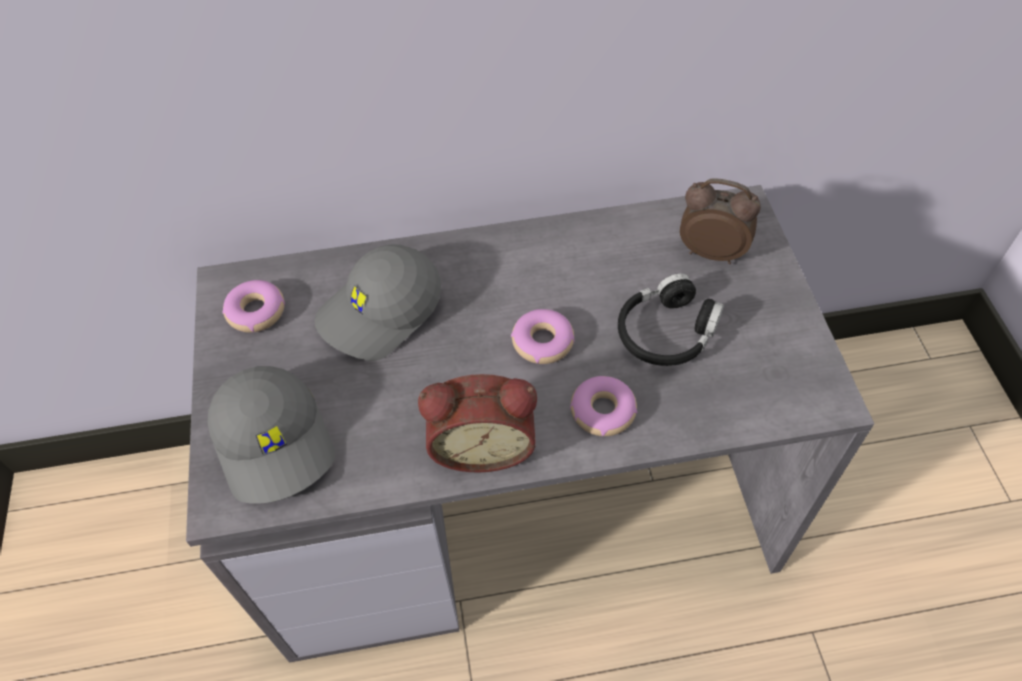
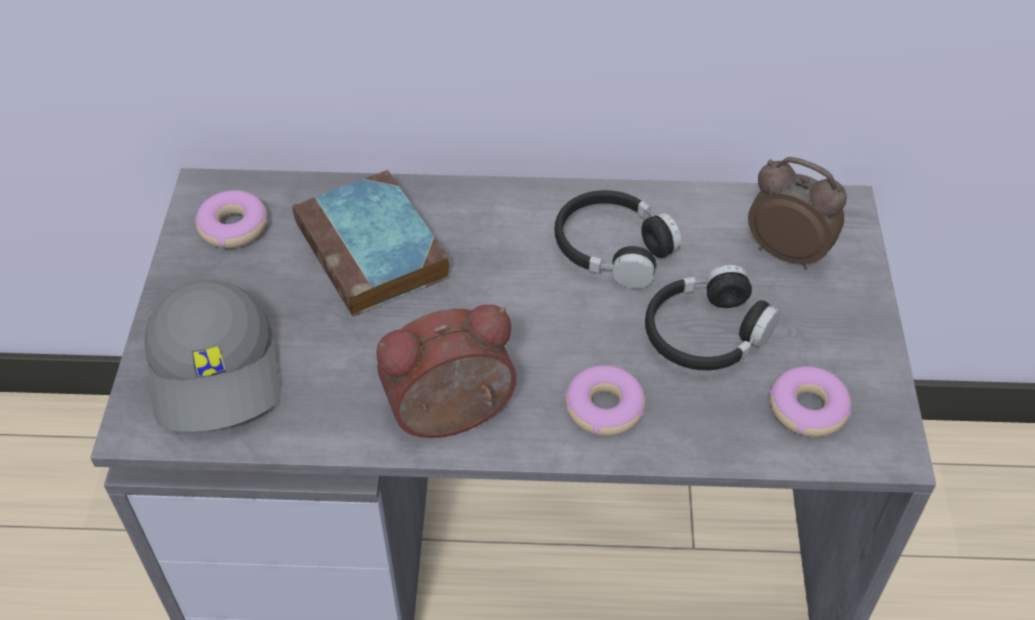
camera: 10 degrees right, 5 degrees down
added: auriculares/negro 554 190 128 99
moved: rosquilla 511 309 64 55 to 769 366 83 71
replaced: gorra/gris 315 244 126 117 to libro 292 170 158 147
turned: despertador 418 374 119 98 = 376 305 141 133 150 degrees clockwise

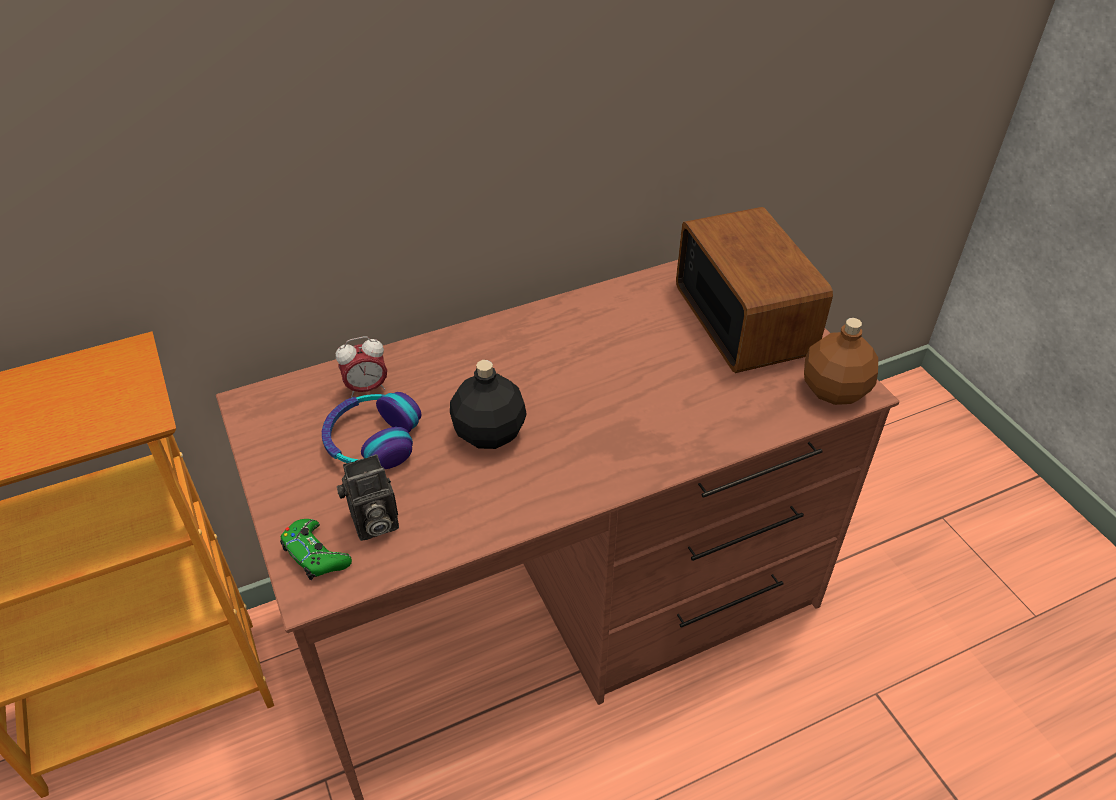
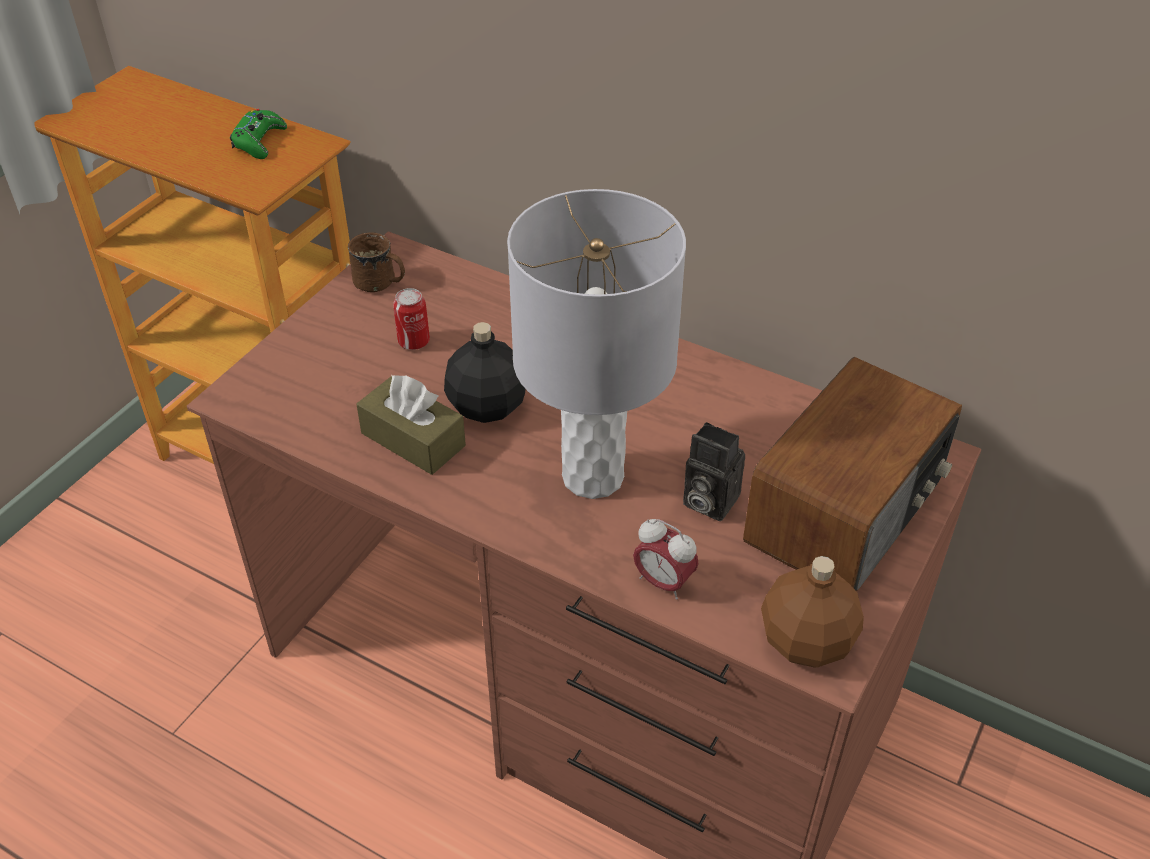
camera: 55 degrees right, 0 degrees up
added: taza grande/marrón 348 232 57 60; caja de pañuelos/marrón 356 375 110 100; lámpara de mesa/gris 507 189 179 310
moved: mando de consola/verde 280 519 72 61 to 230 109 57 50; despertador 336 336 51 61 to 633 519 66 80; cámara 337 454 62 87 to 683 422 62 99
replaced: auriculares 322 392 99 77 to lata 393 288 37 62

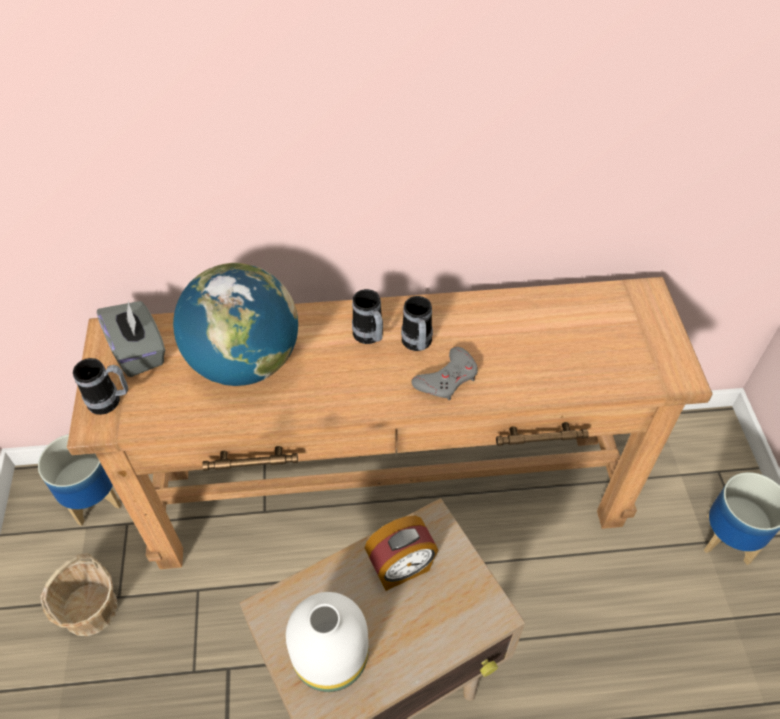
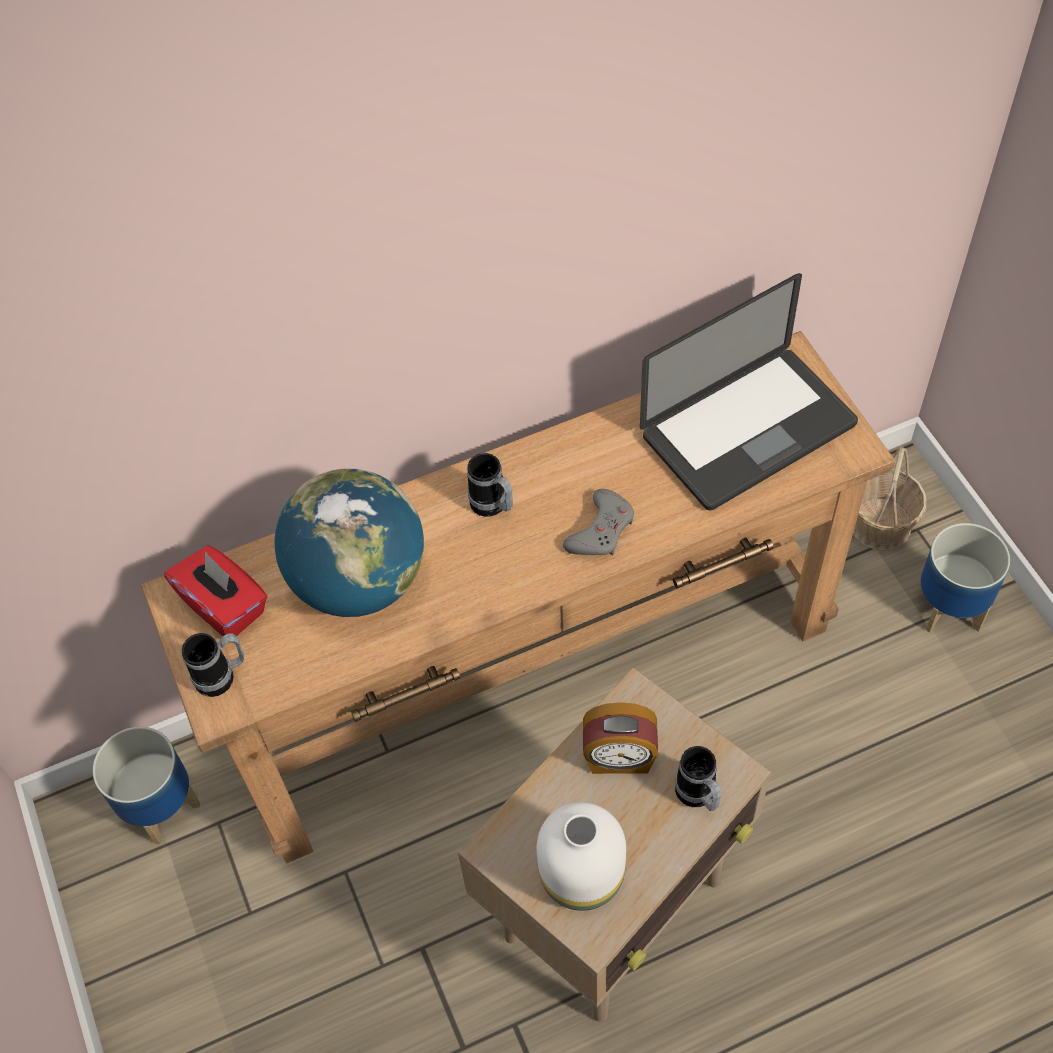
camera: 15 degrees left, 5 degrees up
added: portátil 640 273 218 238
moved: cesta 40 553 78 83 to 853 447 74 104; taza grande 401 296 32 55 to 675 746 47 65
recoloured: caja de pañuelos/gris 97 300 68 77 to caja de pañuelos/rojo 164 546 104 90
turned: despertador 365 516 73 75 = 583 702 75 72 45 degrees clockwise

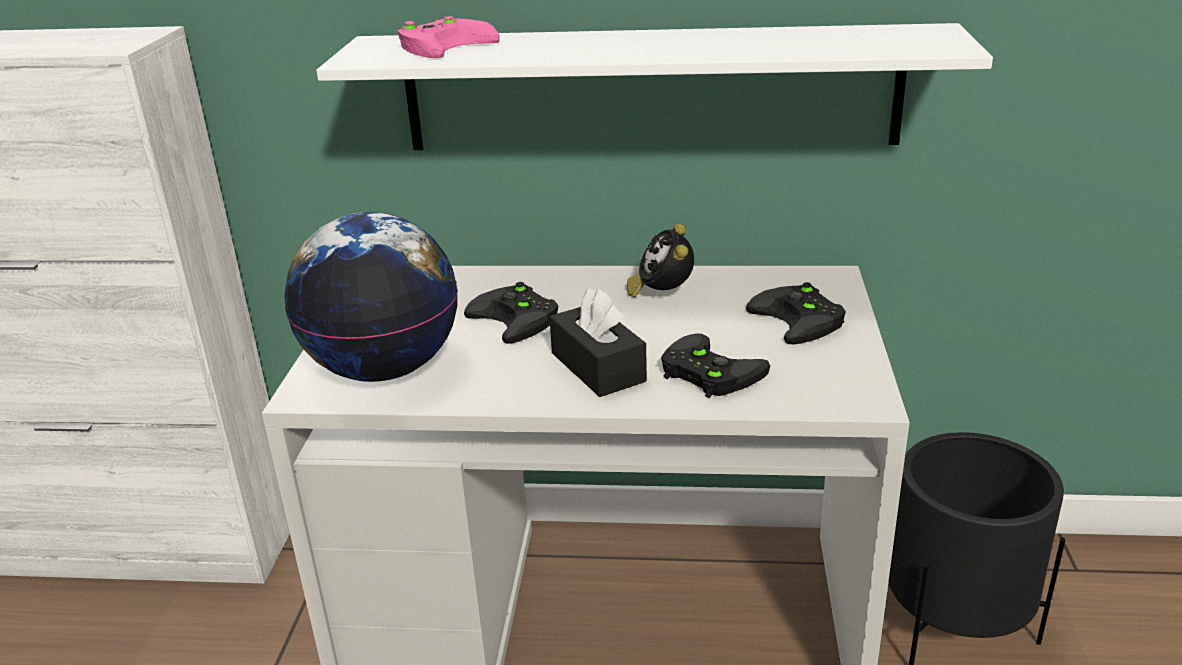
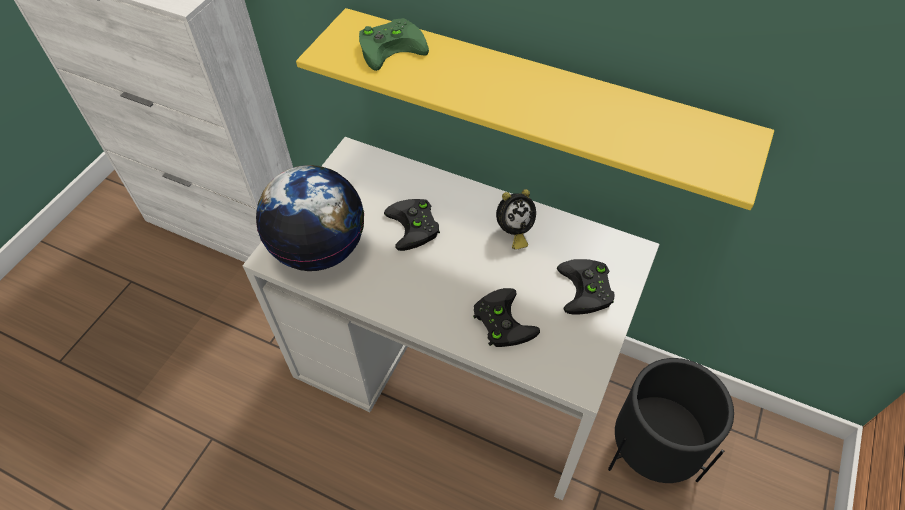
camera: 20 degrees right, 25 degrees up
removed: caja de pañuelos/negro 549 288 98 109
recoloured: estante/blanco 316 23 677 127 to estante/amarillo 296 8 478 202; mando de consola/rosa 398 16 102 42 to mando de consola/verde 359 18 70 53
turned: despertador 627 224 67 73 = 496 189 40 61 135 degrees counterclockwise

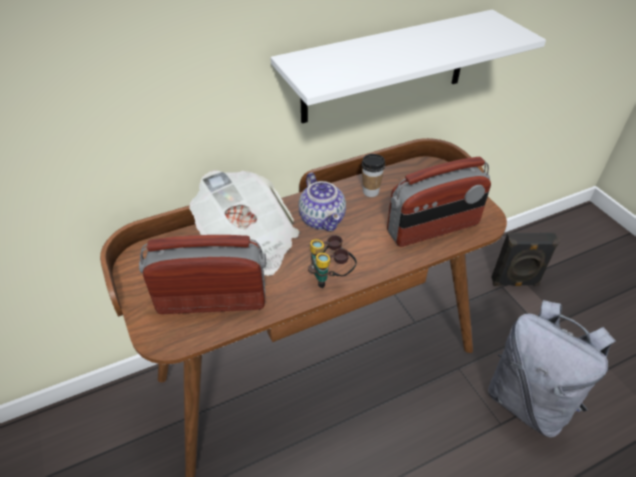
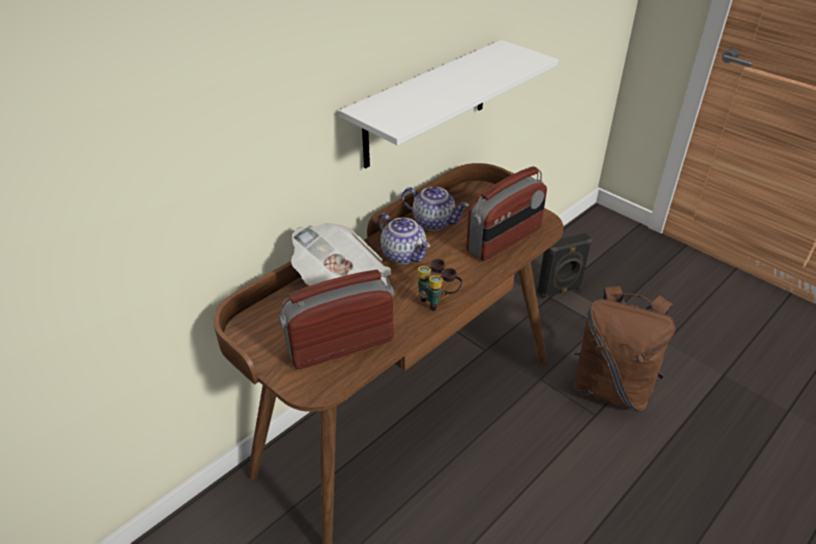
camera: 20 degrees left, 5 degrees down
replaced: taza 362 154 23 43 to tetera 401 186 68 45
recoloured: mochila/gris 488 300 128 137 to mochila/marrón 574 286 102 125

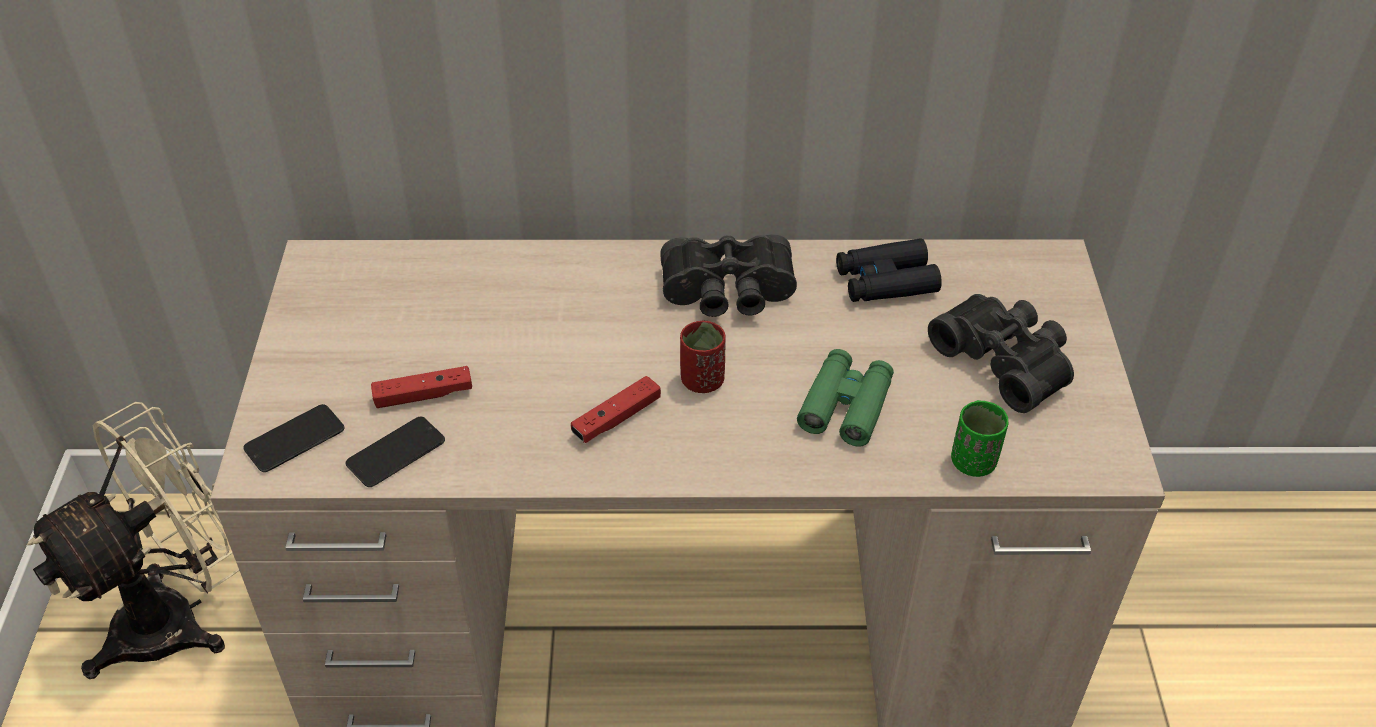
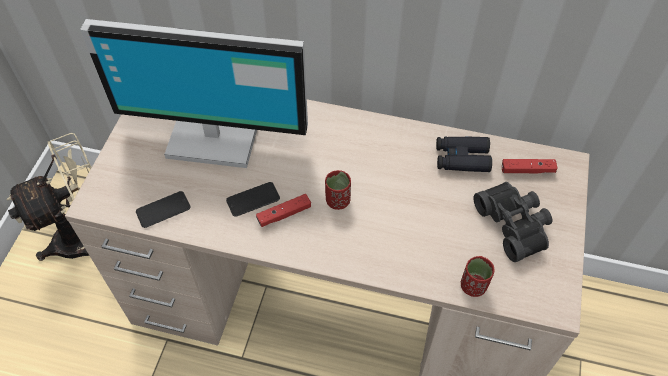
camera: 15 degrees right, 10 degrees up
removed: prismáticos/negro 660 234 137 83; prismáticos/verde 797 349 97 98
added: monitor 80 19 228 149
moved: móvil 243 404 101 68 to 226 182 54 35; mando de consola/rojo 371 366 101 42 to 502 159 55 14
recoloured: taza/verde 951 400 58 77 to taza/rojo 461 256 34 41

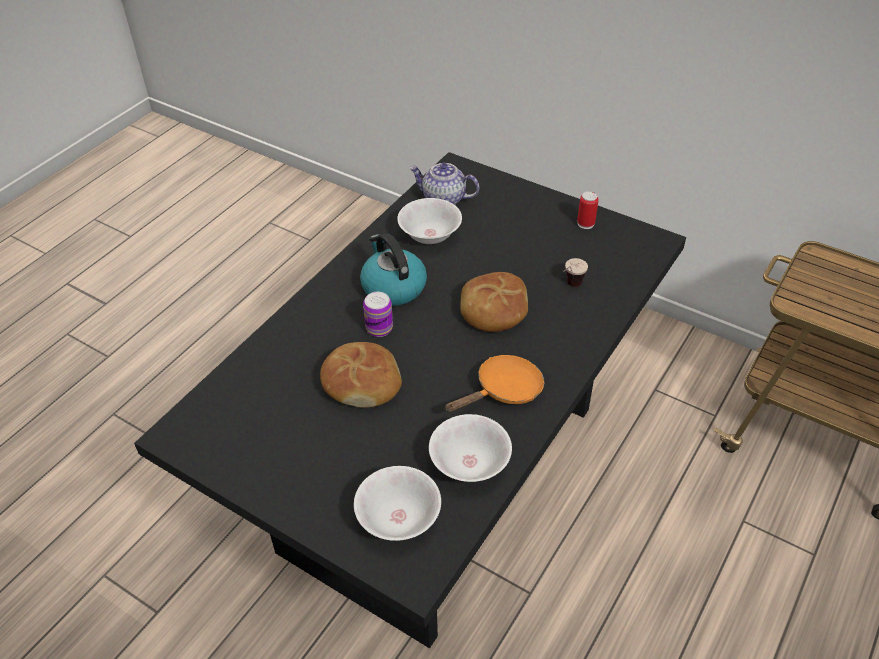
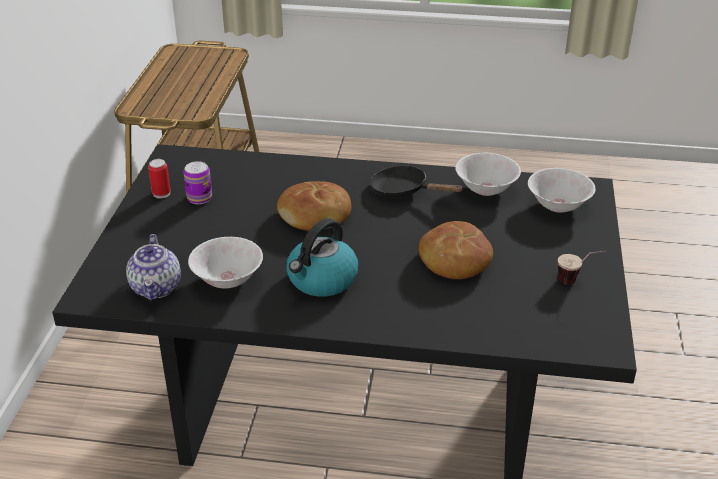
camera: 115 degrees left, 10 degrees down
moved: lata 363 292 30 45 to 183 161 29 43; taza 563 258 25 29 to 558 250 48 35
recoloured: sartén/naranja 445 355 99 57 to sartén/negro 370 166 94 32

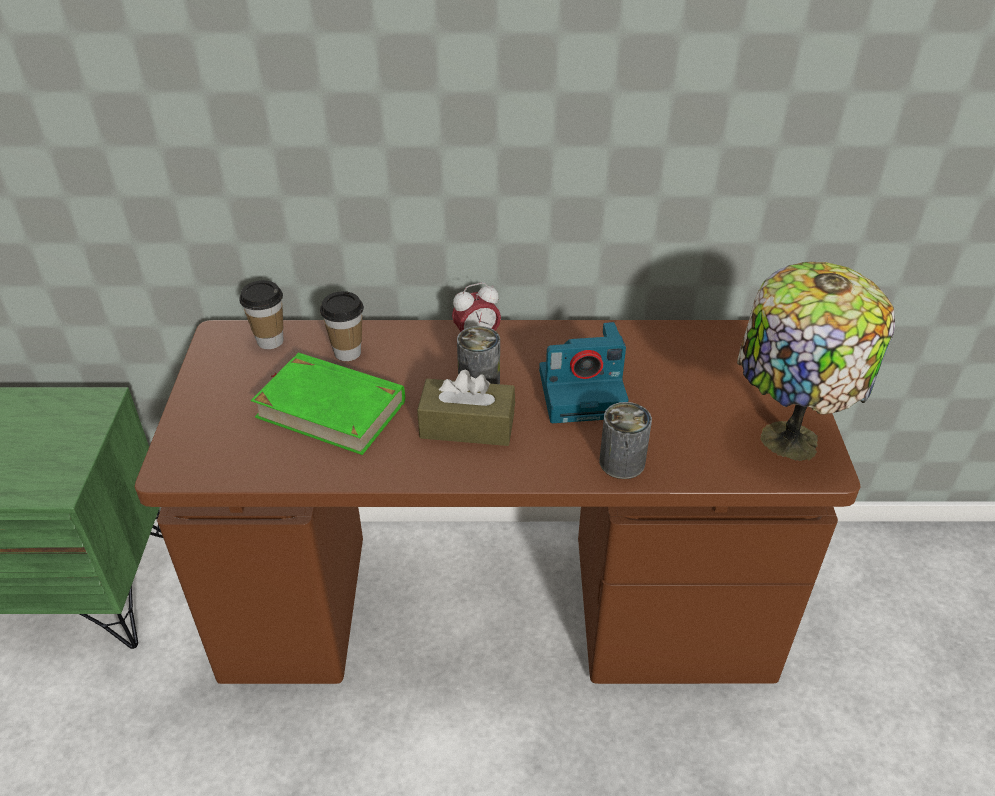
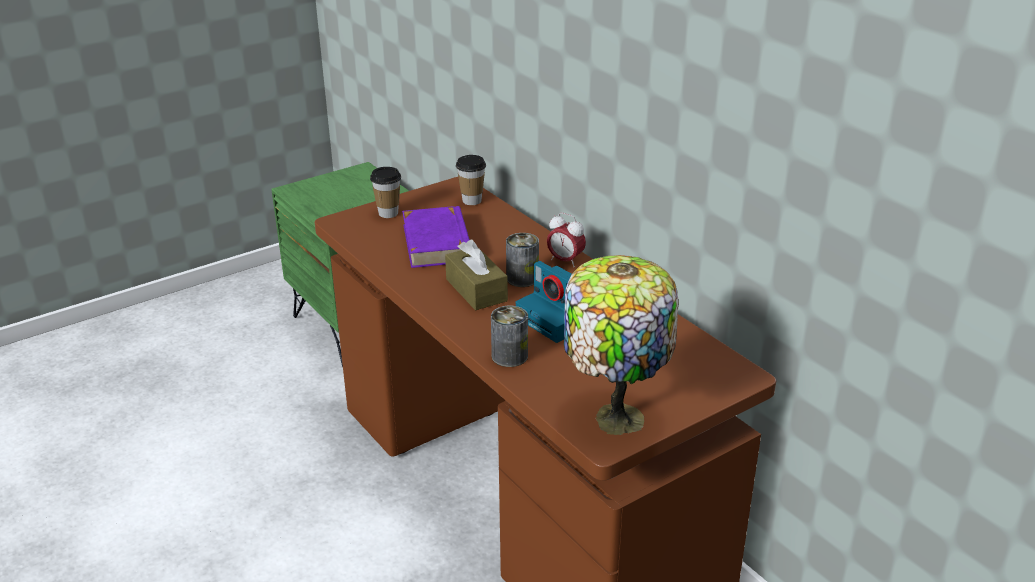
camera: 55 degrees right, 10 degrees down
moved: taza 320 291 44 70 to 370 167 31 51
recoloured: libro/verde 251 353 154 102 to libro/morado 402 206 68 62

